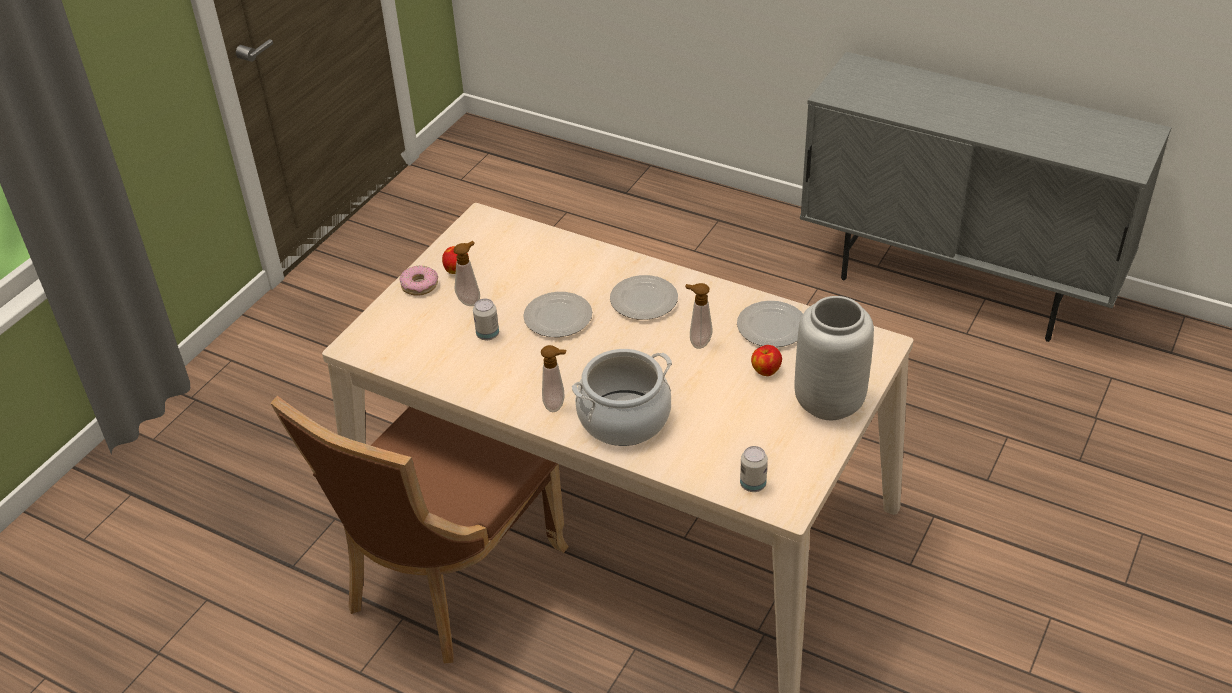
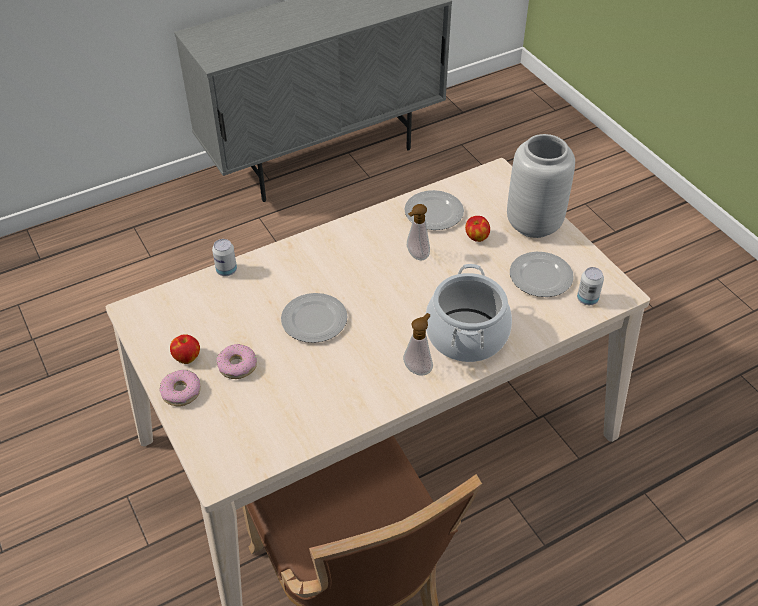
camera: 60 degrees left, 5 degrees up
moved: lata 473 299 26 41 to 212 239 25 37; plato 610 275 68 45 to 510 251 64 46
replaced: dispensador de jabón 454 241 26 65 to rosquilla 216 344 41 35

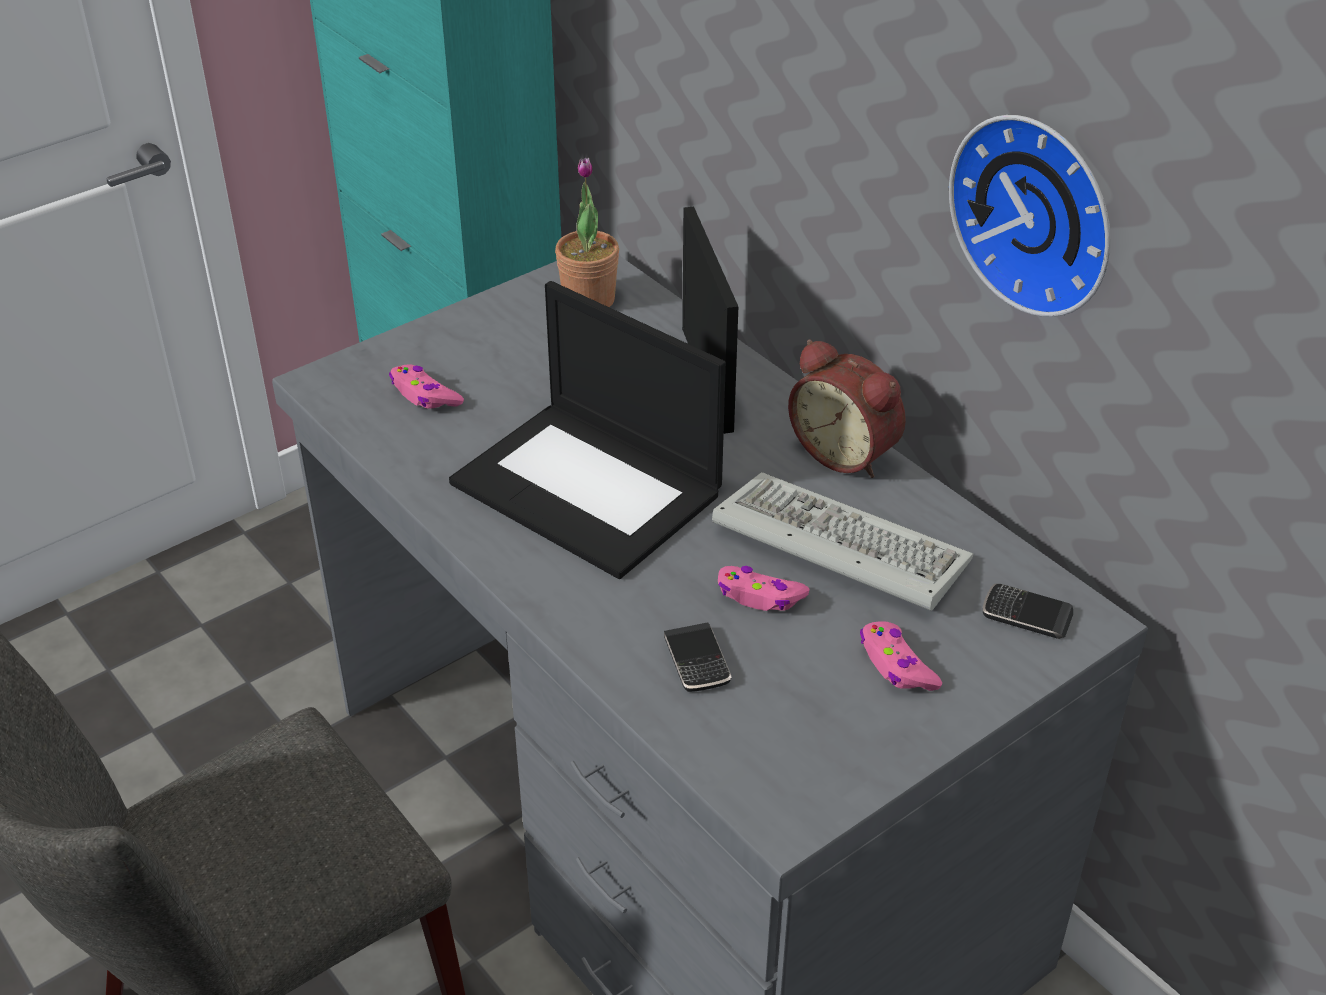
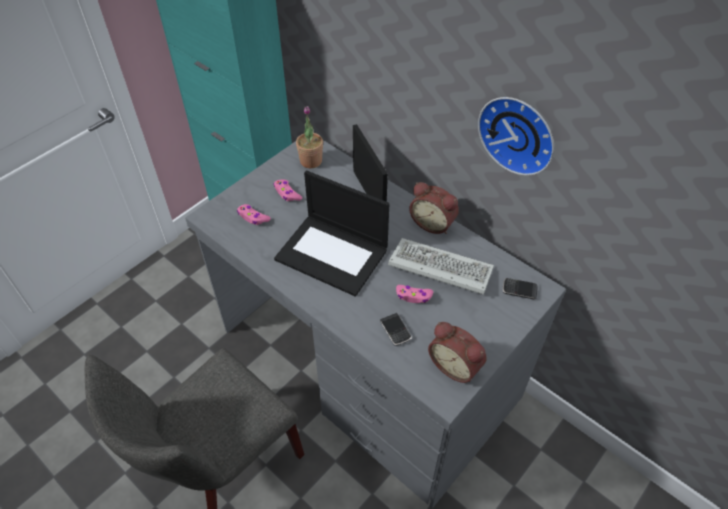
camera: 10 degrees left, 10 degrees up
added: despertador 428 322 59 61
moved: mando de consola/rosa 860 622 82 69 to 273 179 29 22

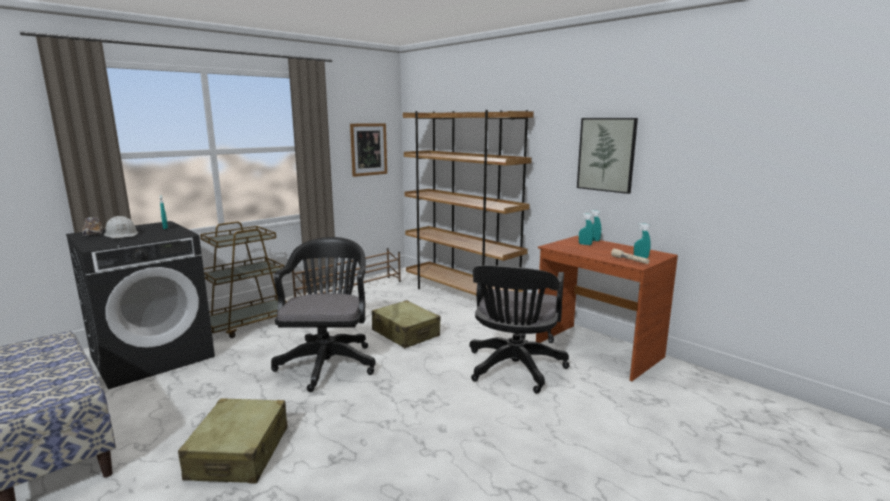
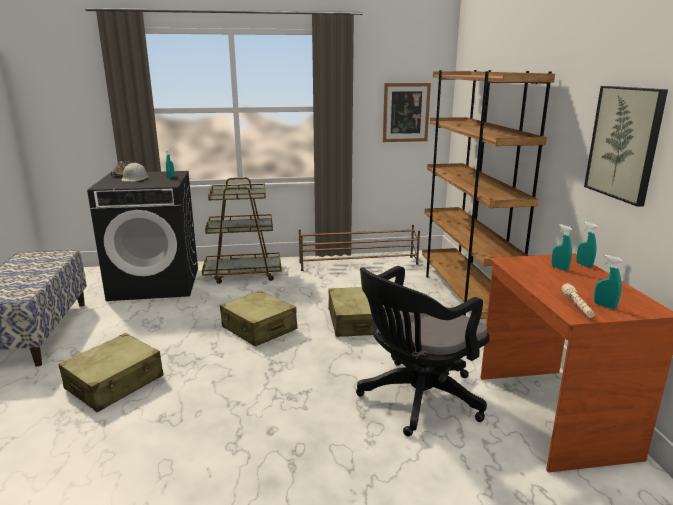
camera: 35 degrees right, 5 degrees up
replaced: silla de oficina/negro 271 237 105 155 to maleta/beis 220 291 77 56

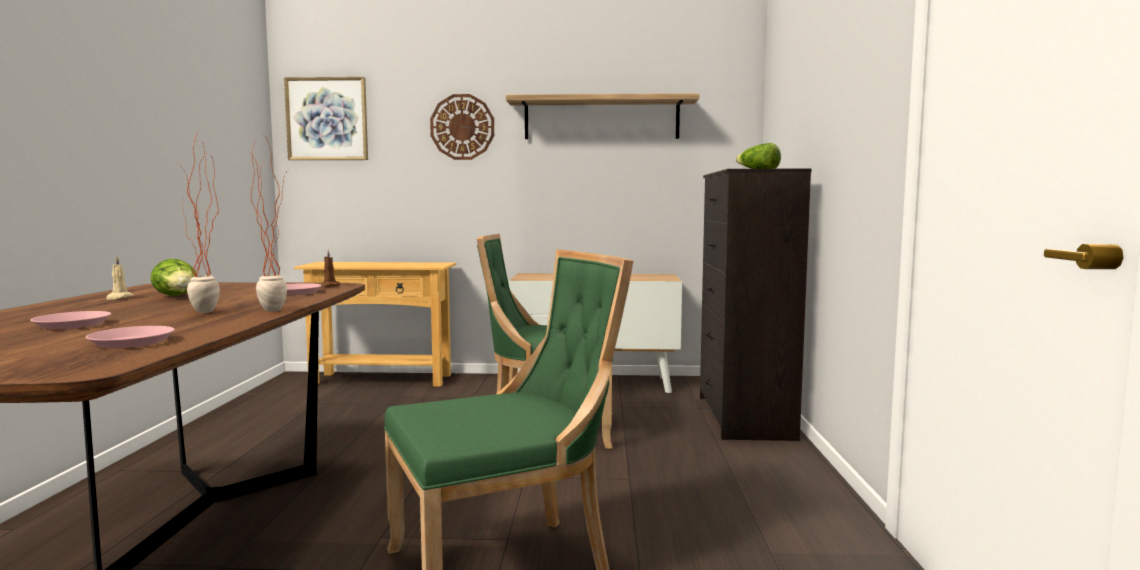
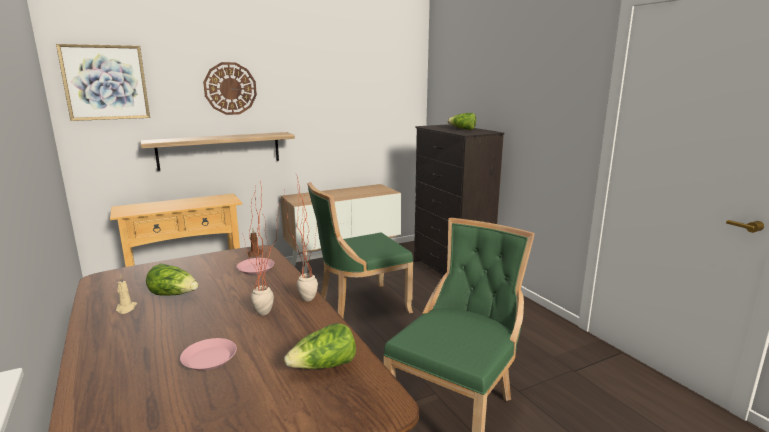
camera: 30 degrees left, 10 degrees up
moved: estante 506 93 193 46 to 140 132 155 39
replaced: plato/rosa 86 326 89 22 to lechuga 284 323 72 46

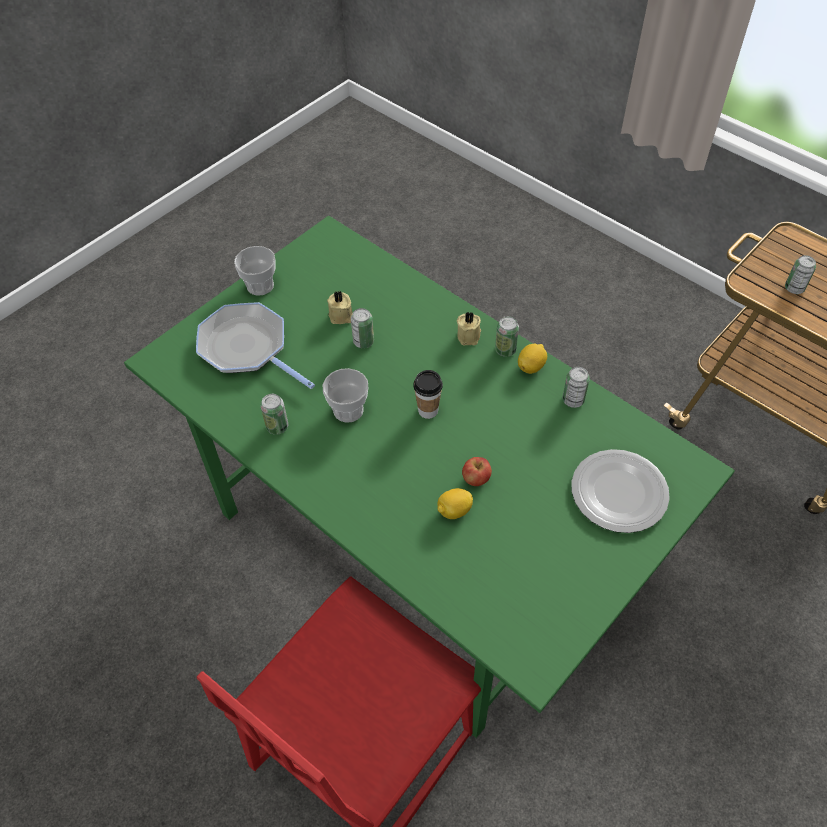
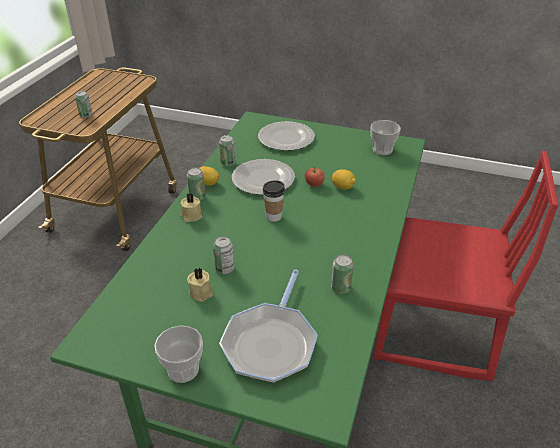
camera: 115 degrees left, 15 degrees down
added: plato 232 159 63 36
moved: taza 323 368 45 54 to 370 120 31 35

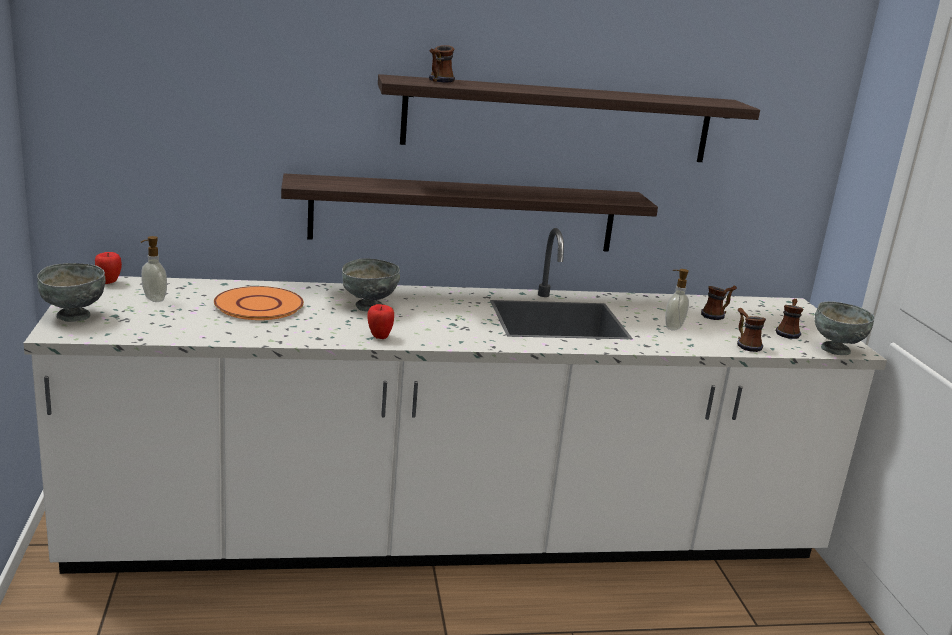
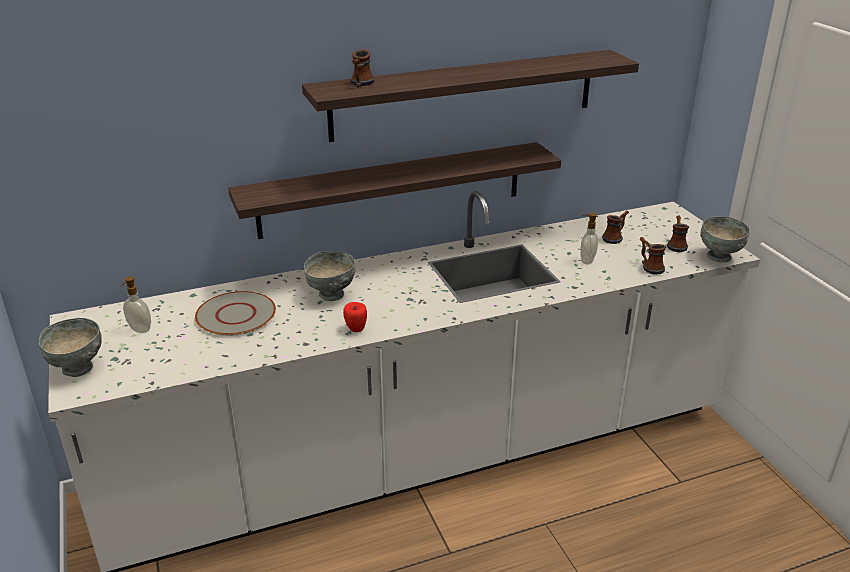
camera: 10 degrees left, 10 degrees up
removed: manzana 95 252 27 32
recoloured: plato/naranja 214 286 90 34 to plato/gris 195 291 81 45

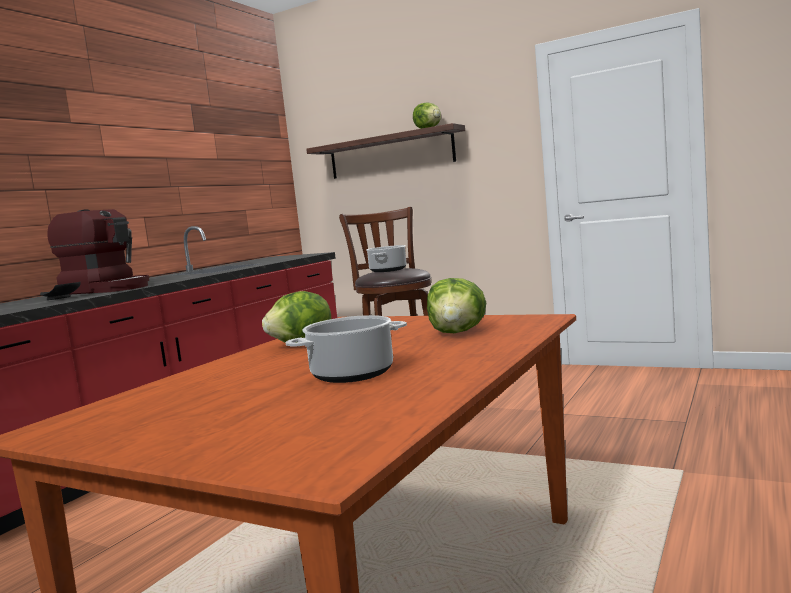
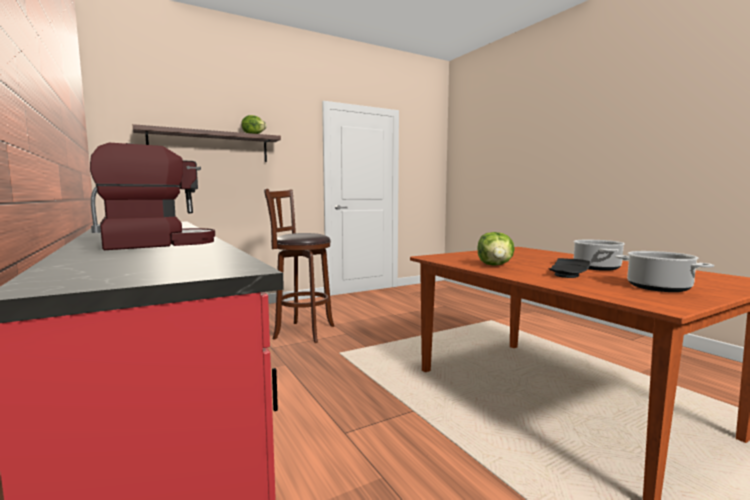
camera: 60 degrees left, 0 degrees up
removed: lechuga 427 278 59 55
moved: plato/negro 40 282 41 18 to 549 258 41 20; olla 366 245 40 27 to 615 251 99 41

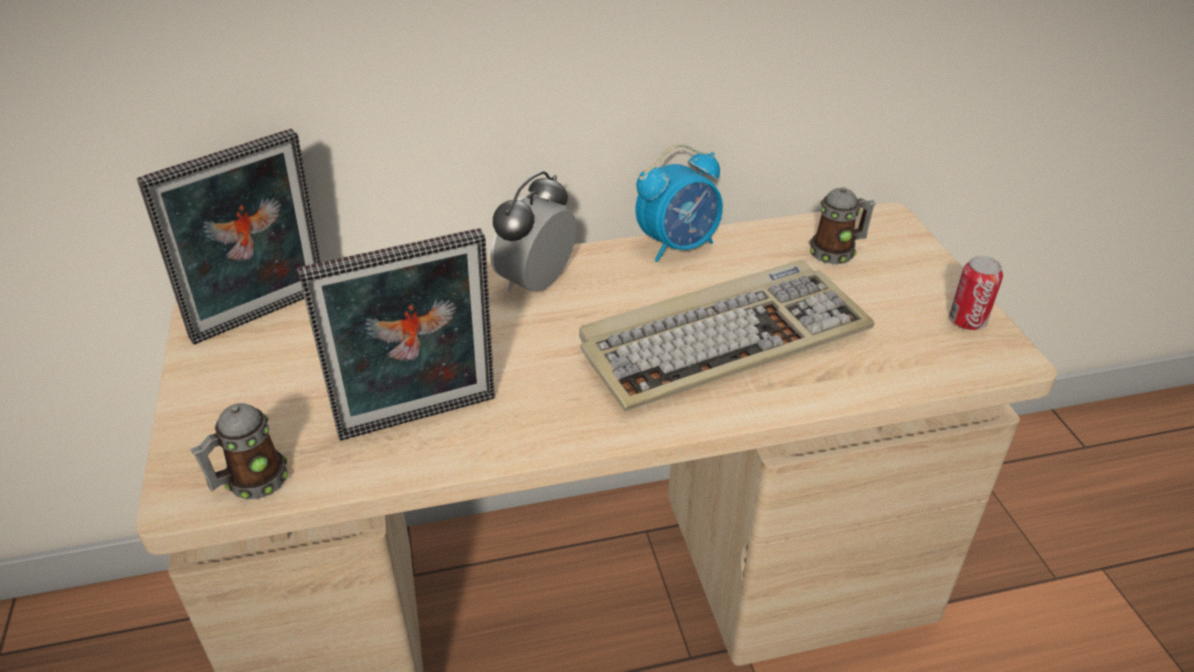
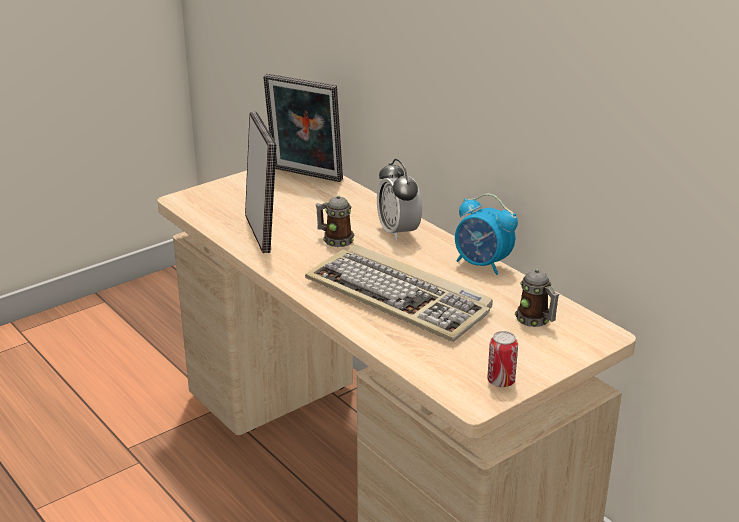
camera: 65 degrees right, 10 degrees down
moved: taza grande 190 403 98 96 to 316 195 38 52
turned: portarretratos 297 228 198 213 = 245 112 32 141 150 degrees counterclockwise; despertador 490 171 87 121 = 377 159 45 82 120 degrees counterclockwise

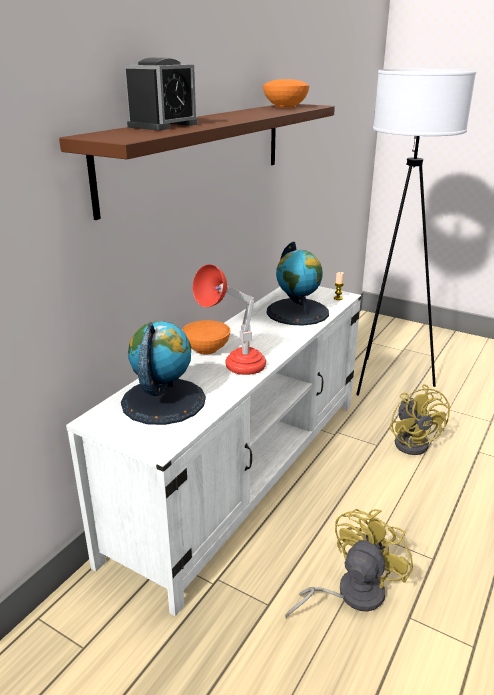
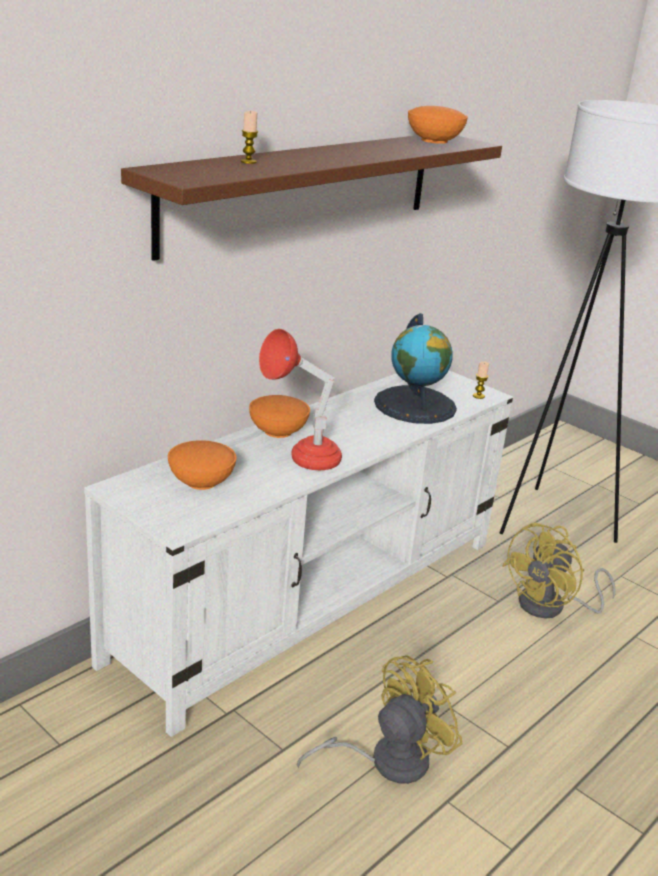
camera: 10 degrees right, 0 degrees up
replaced: globo terráqueo 121 321 85 104 to cuenco/naranja 168 440 68 50; despertador 125 58 73 72 to vela 241 111 17 53
turned: ventilador/amarillo 390 384 60 71 = 502 522 113 97 45 degrees clockwise

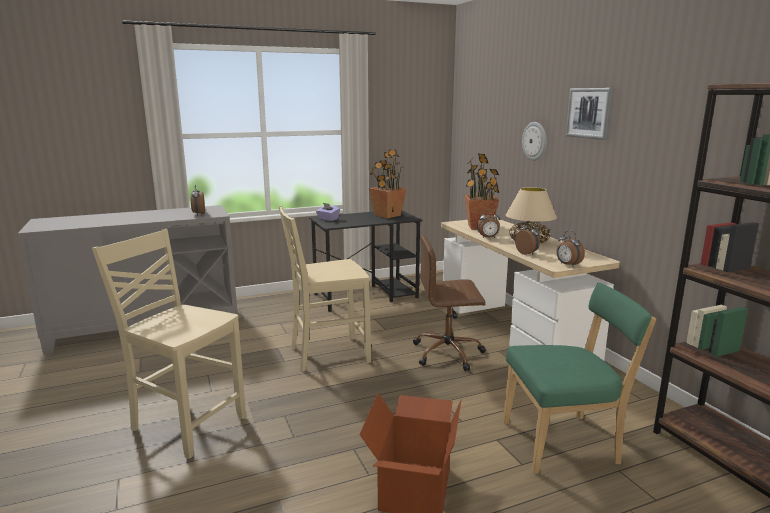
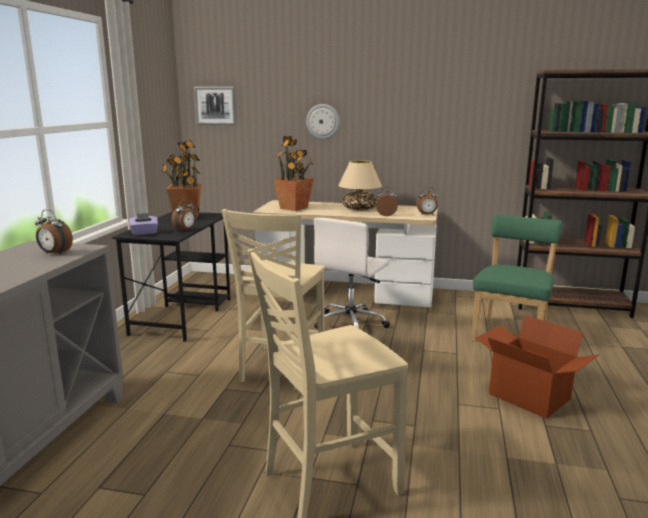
camera: 55 degrees left, 0 degrees up
moved: despertador 477 209 23 29 to 172 199 24 33; cuadro 566 88 47 52 to 194 87 42 38
recoloured: silla de oficina/marrón 413 235 73 136 to silla de oficina/blanco 314 218 76 111

